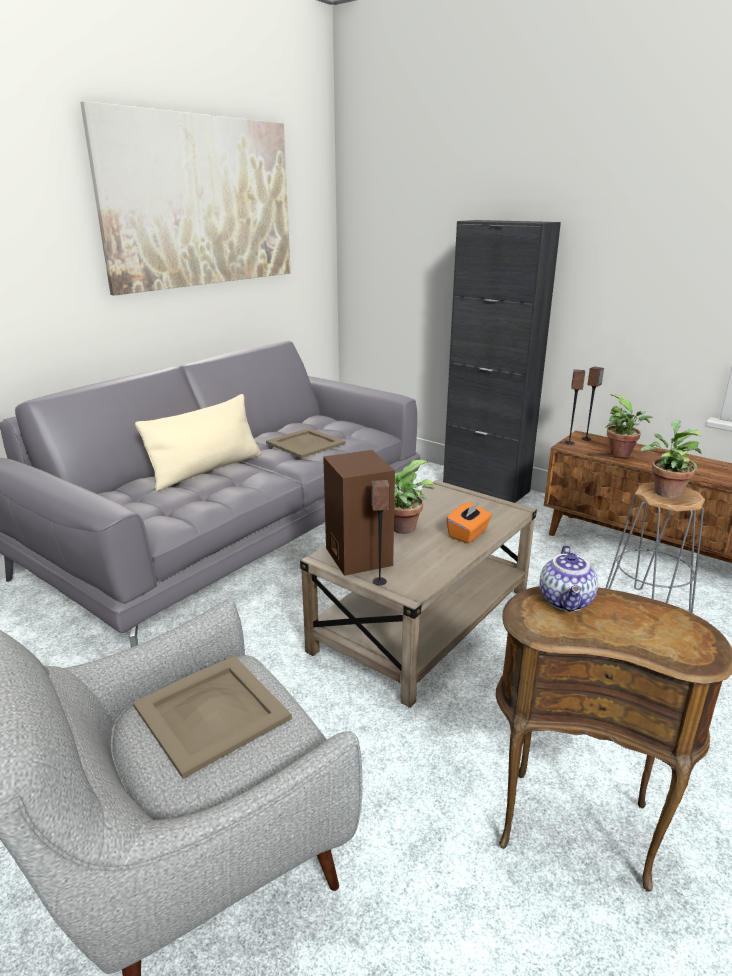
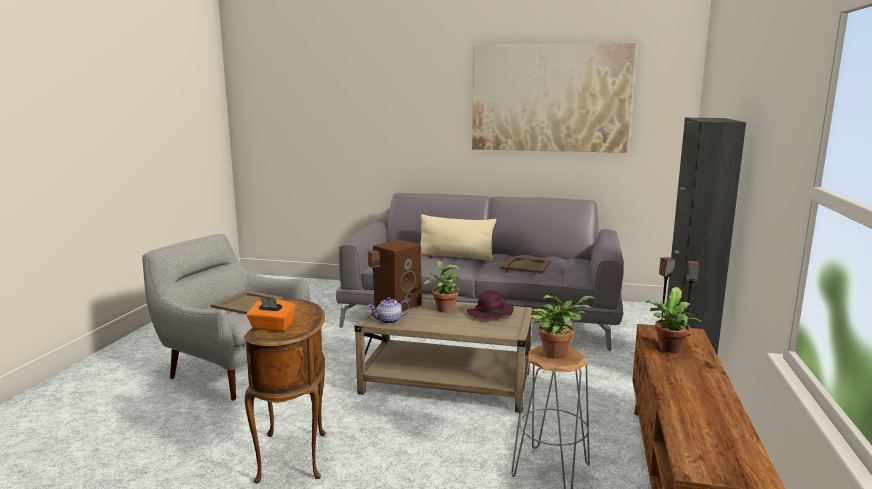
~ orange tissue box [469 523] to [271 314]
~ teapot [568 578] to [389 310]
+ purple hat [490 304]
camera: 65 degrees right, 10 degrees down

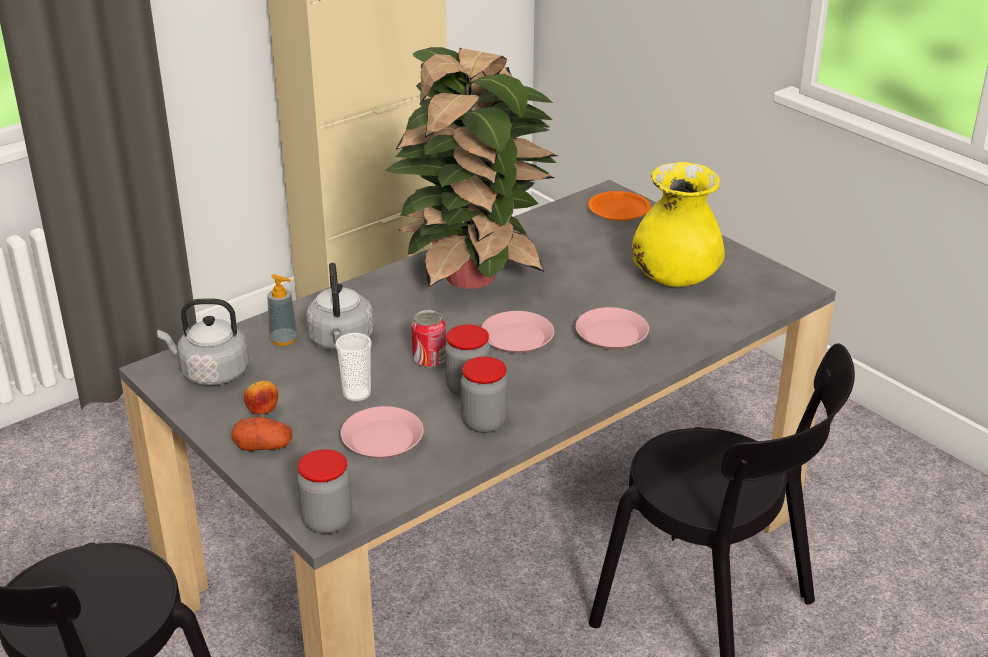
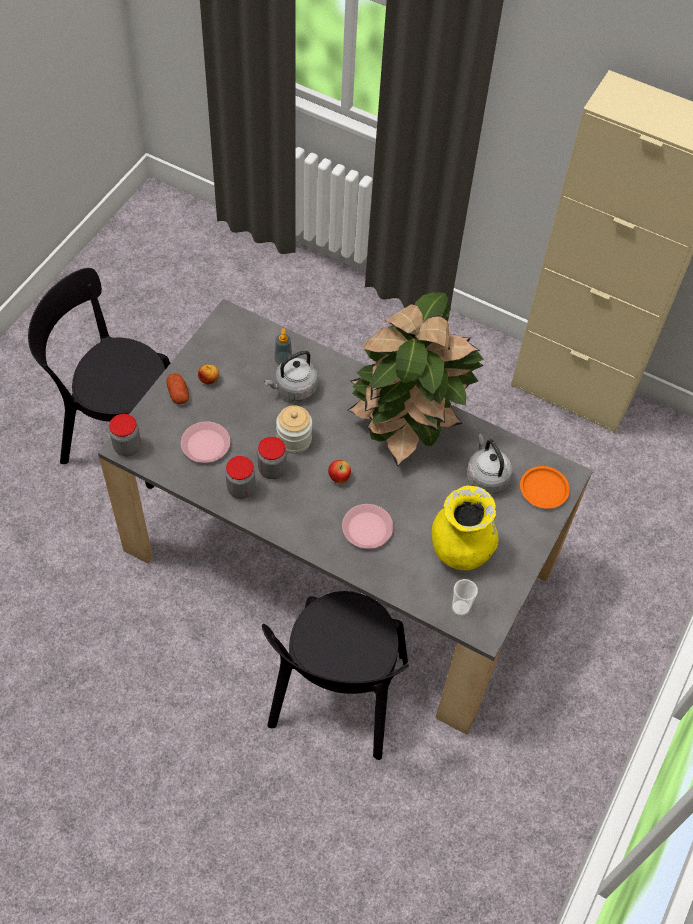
~ grey kettle [203 342] to [489 464]
~ can [428 339] to jar [294 429]
~ pink plate [517 332] to apple [339 472]
~ cup [353 367] to [465 597]
camera: 65 degrees right, 25 degrees up

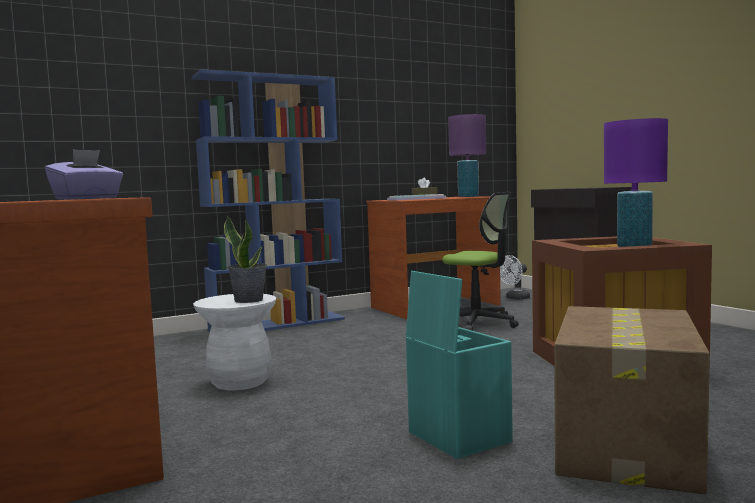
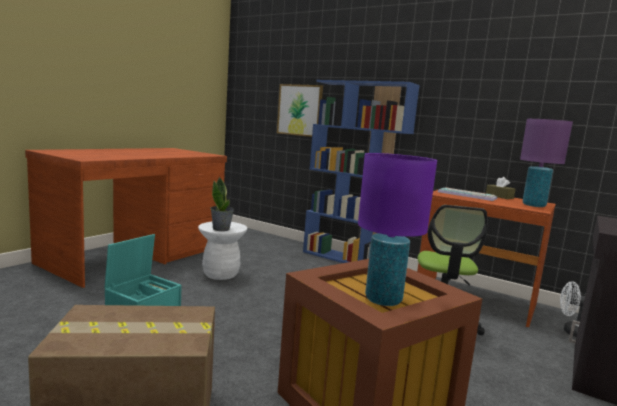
- purple tissue box [84 174]
+ picture [300 110]
camera: 60 degrees right, 5 degrees up

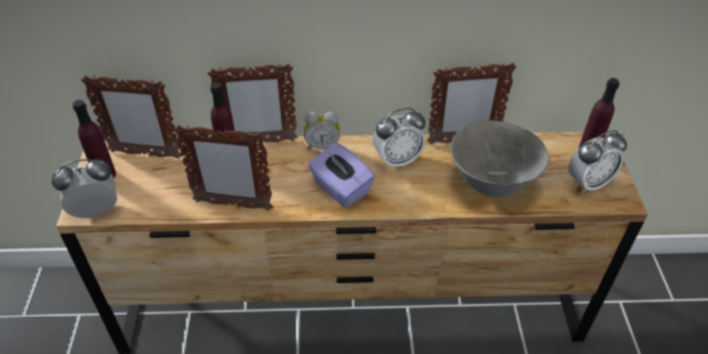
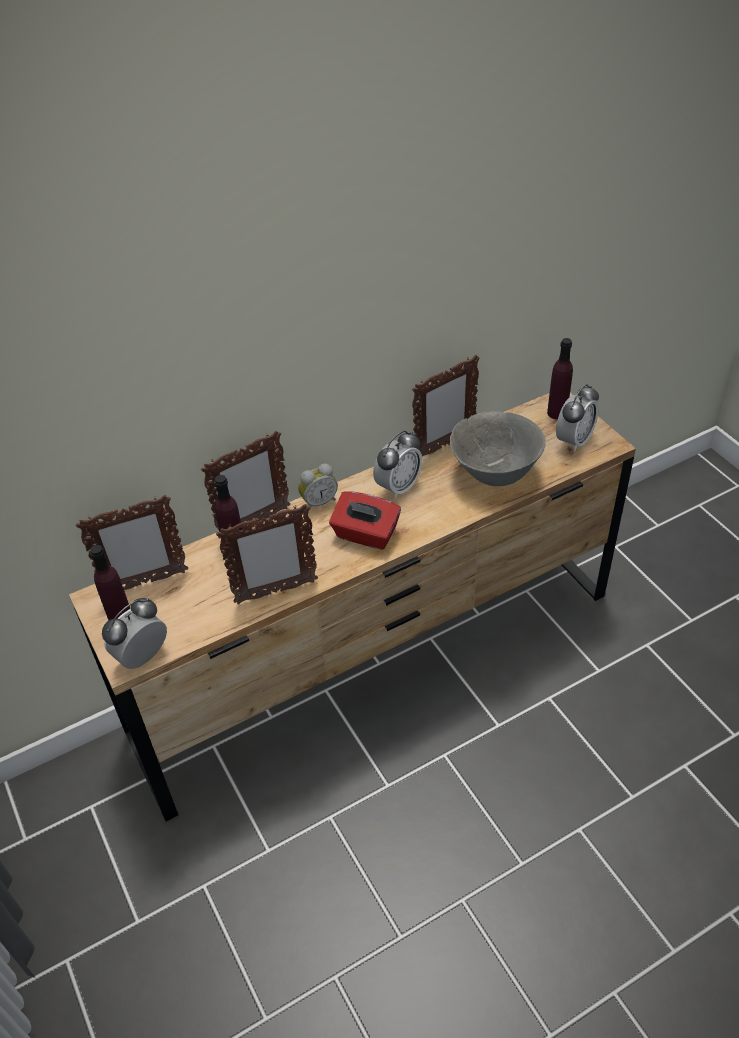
~ purple tissue box [341 175] to red tissue box [365 520]
camera: 25 degrees left, 0 degrees up

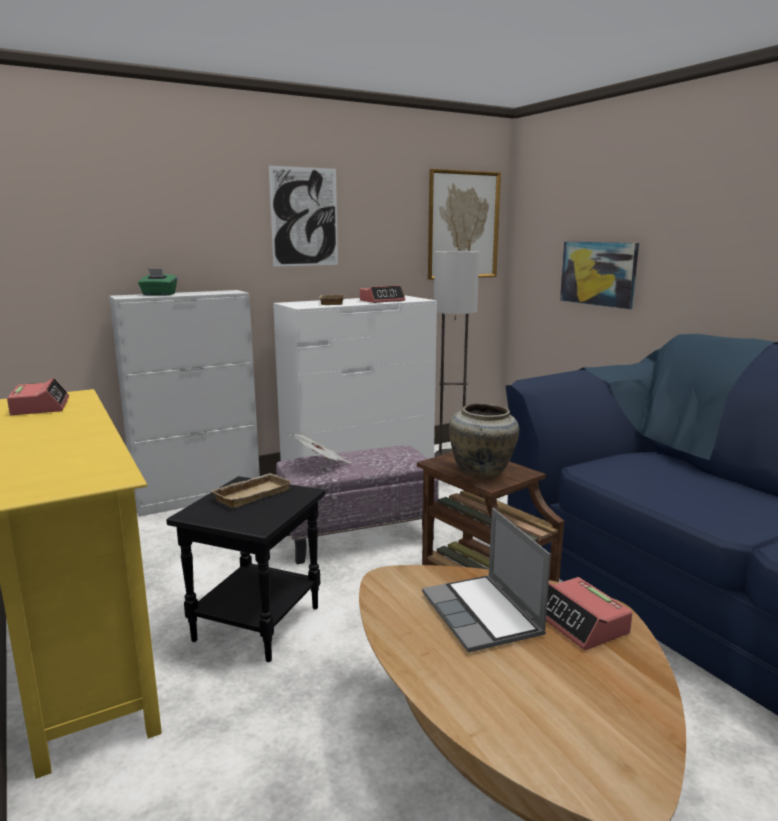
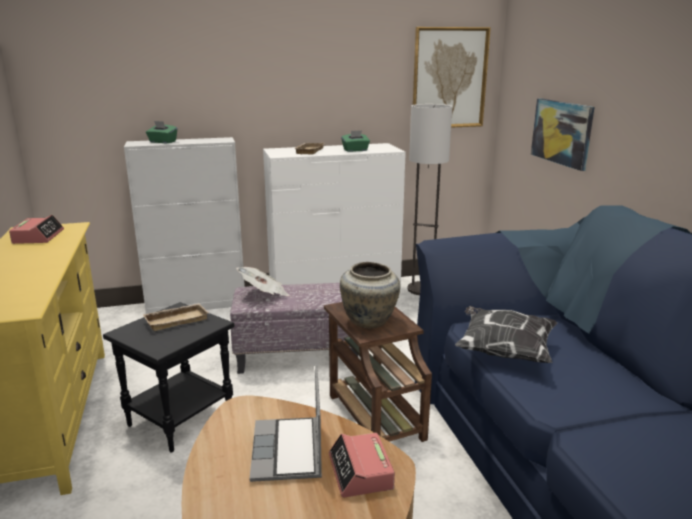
- picture [303 216]
~ alarm clock [382 294] to green tissue box [355 141]
+ pillow [506 334]
camera: 15 degrees right, 5 degrees up

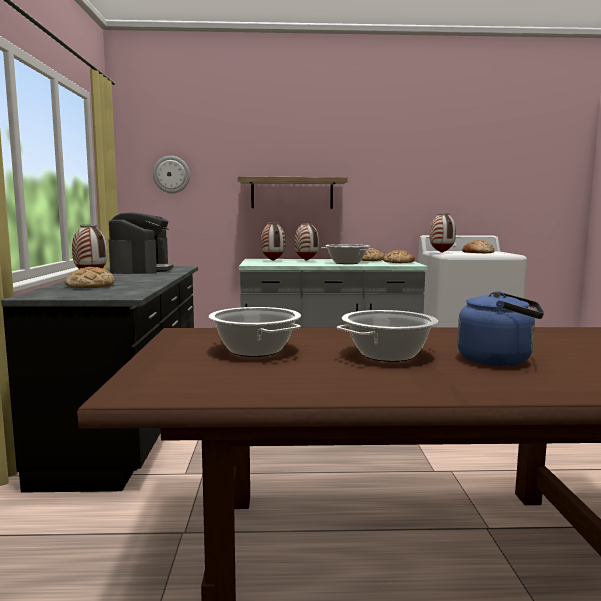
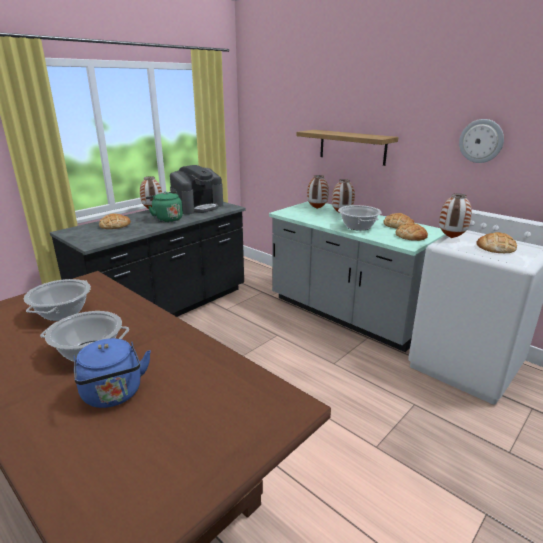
~ wall clock [171 174] to [481 141]
+ green kettle [164 207]
camera: 45 degrees right, 15 degrees up

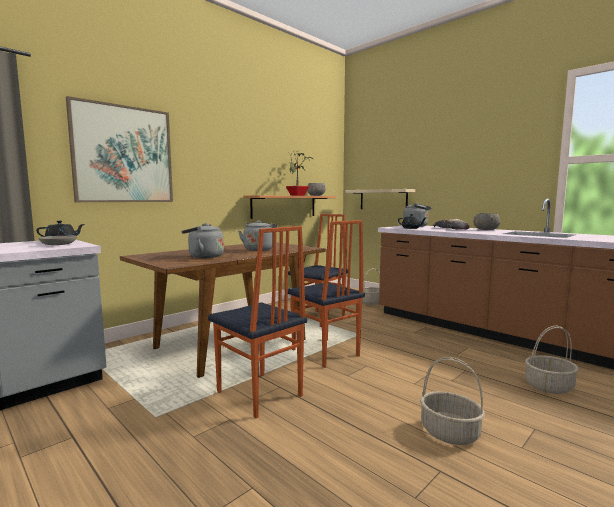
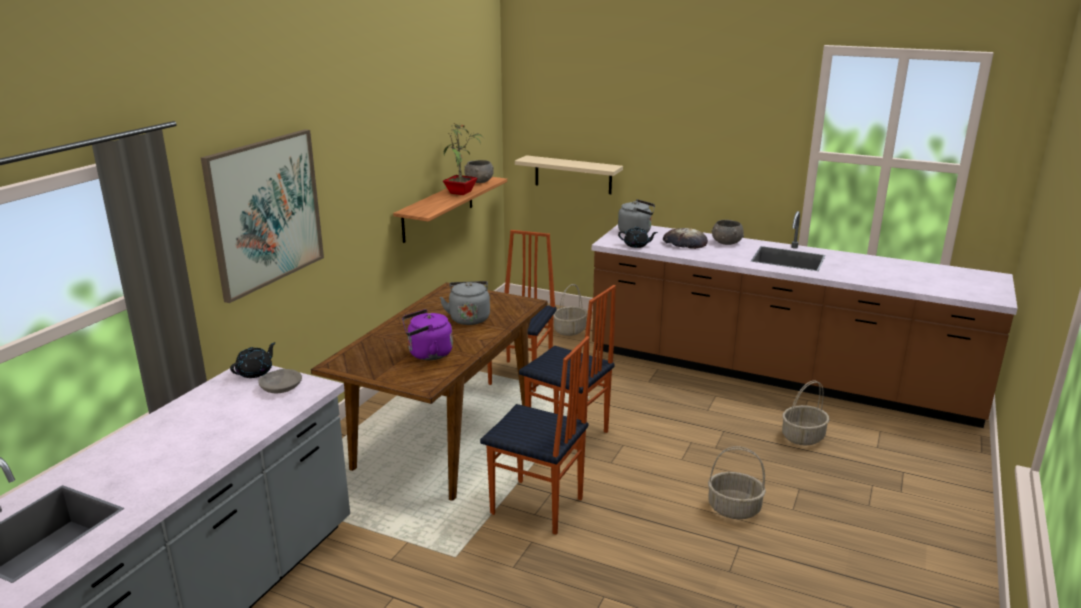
~ grey kettle [203 240] to purple kettle [427 334]
camera: 20 degrees left, 15 degrees up

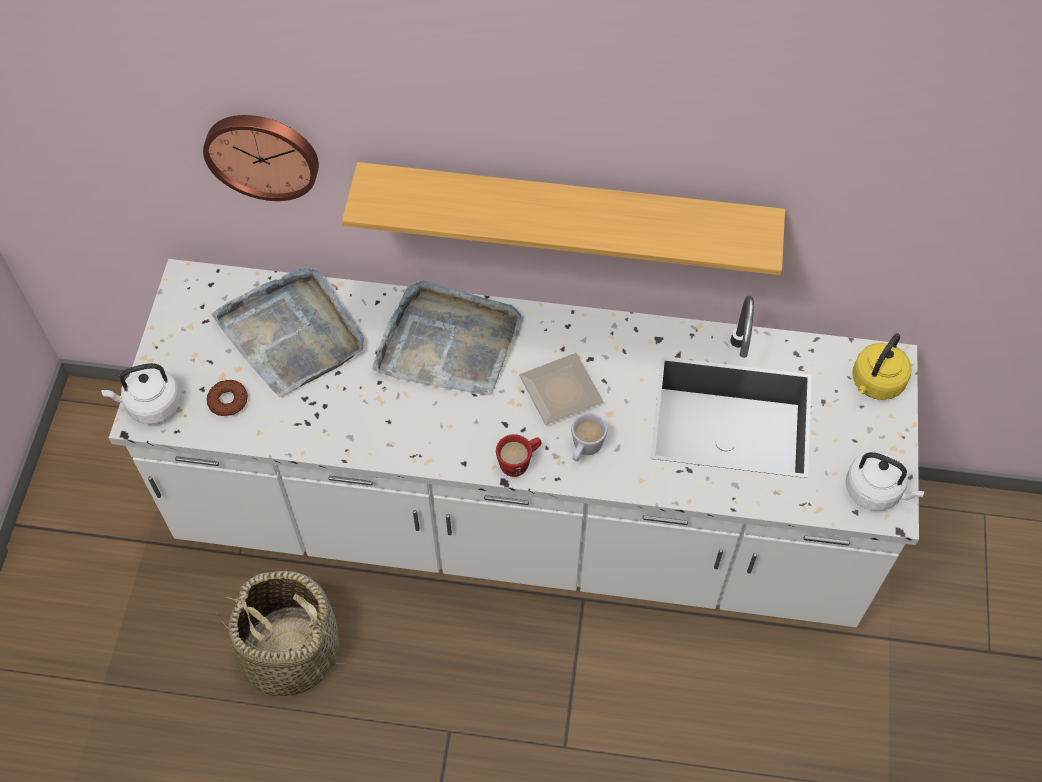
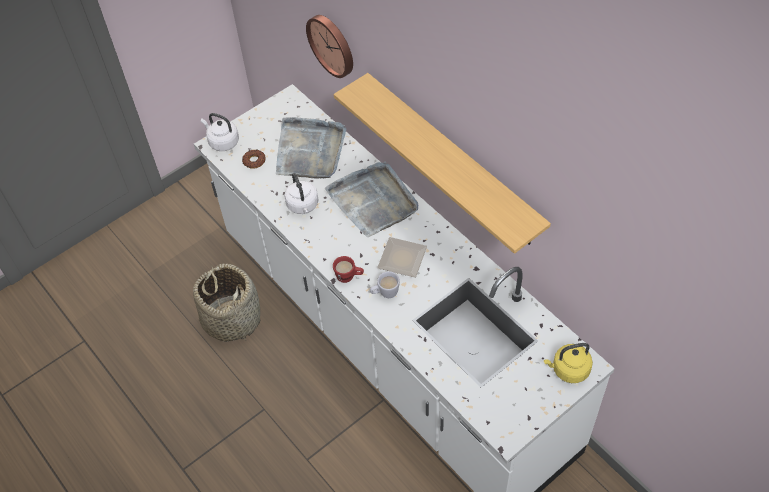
~ white kettle [884 481] to [301 193]
camera: 45 degrees right, 5 degrees down

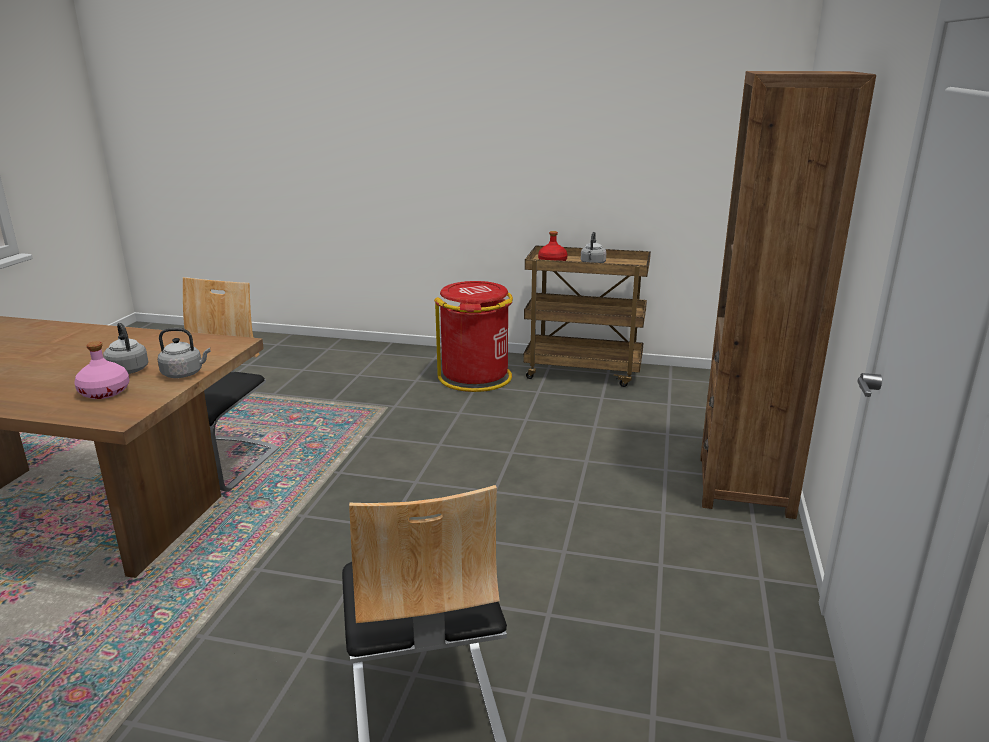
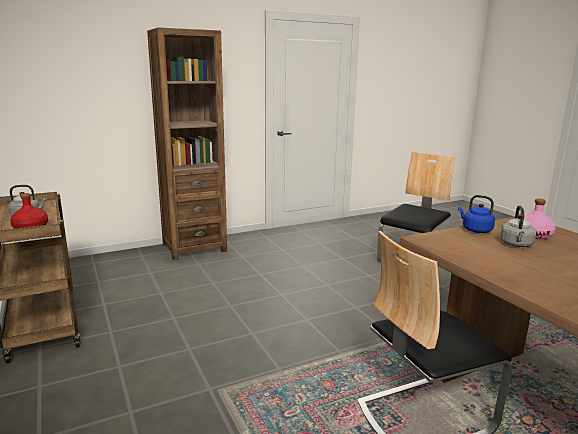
- red trash can [473 336]
~ grey kettle [184 353] to blue kettle [476 214]
camera: 130 degrees left, 5 degrees down

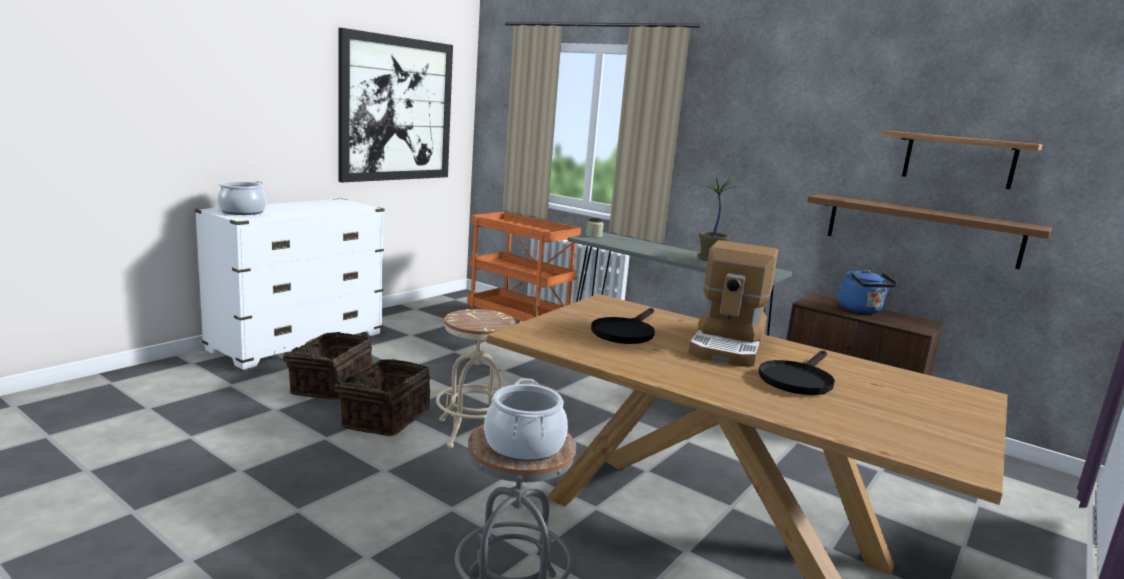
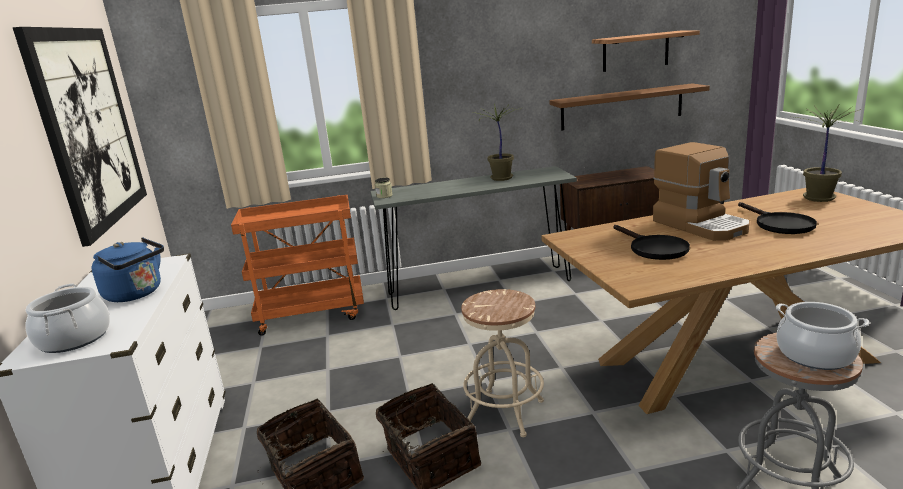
~ blue kettle [868 291] to [128 269]
+ potted plant [828 153]
camera: 45 degrees left, 5 degrees up

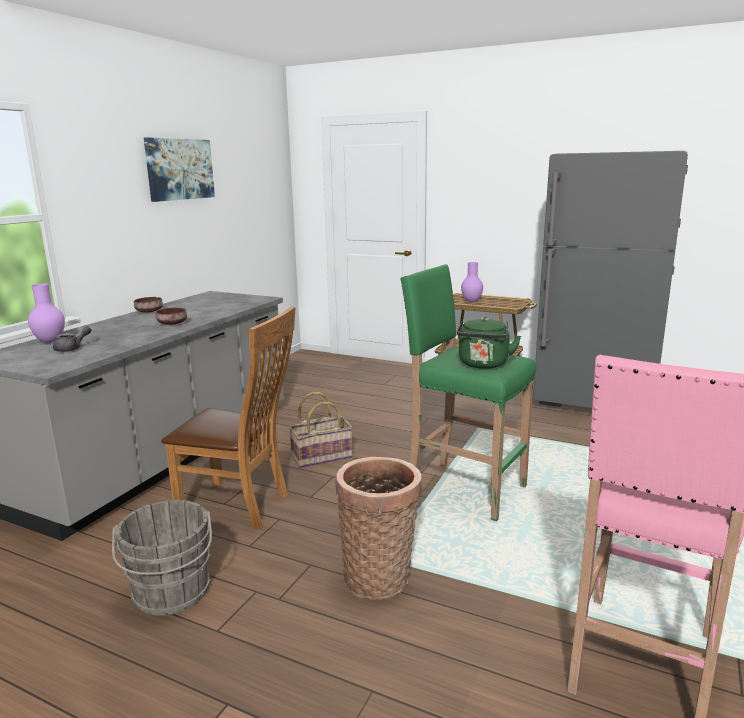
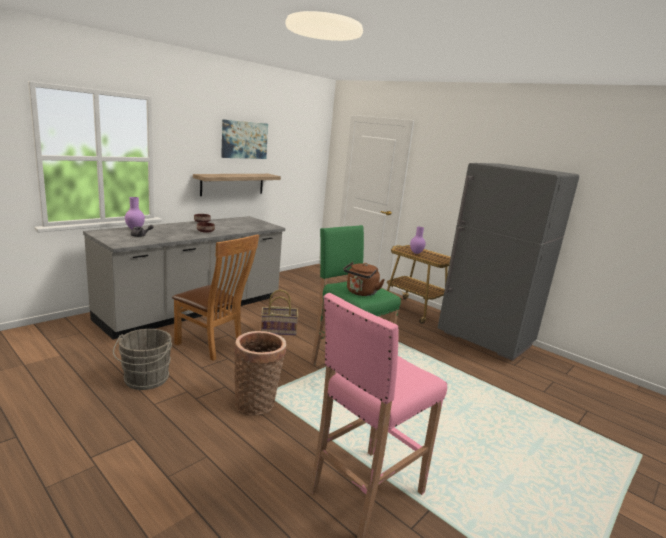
~ green kettle [489 343] to brown kettle [364 279]
+ shelf [237 185]
camera: 15 degrees right, 0 degrees up

